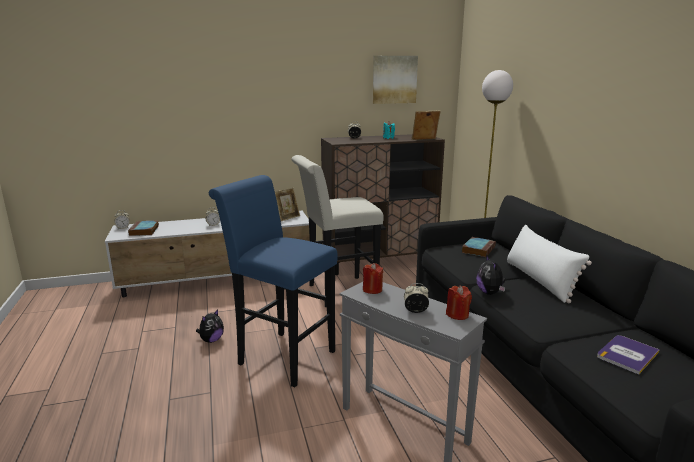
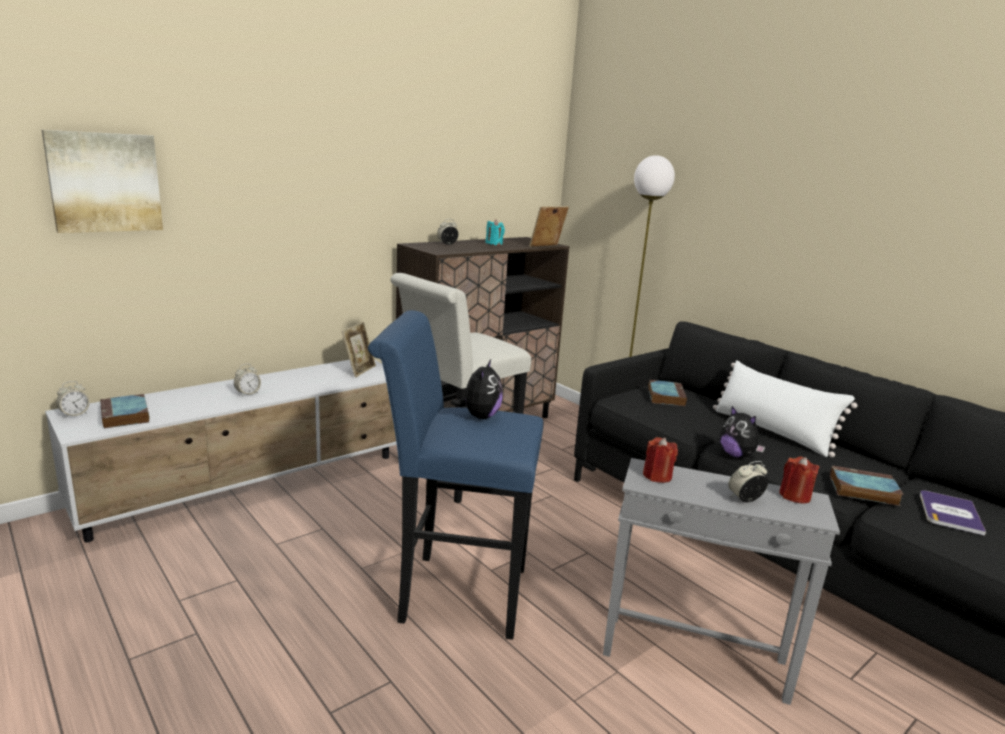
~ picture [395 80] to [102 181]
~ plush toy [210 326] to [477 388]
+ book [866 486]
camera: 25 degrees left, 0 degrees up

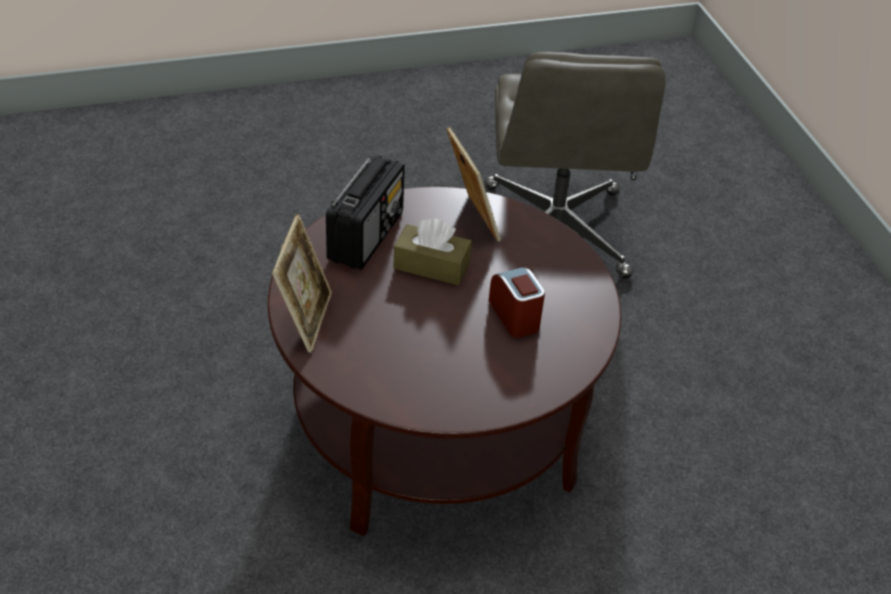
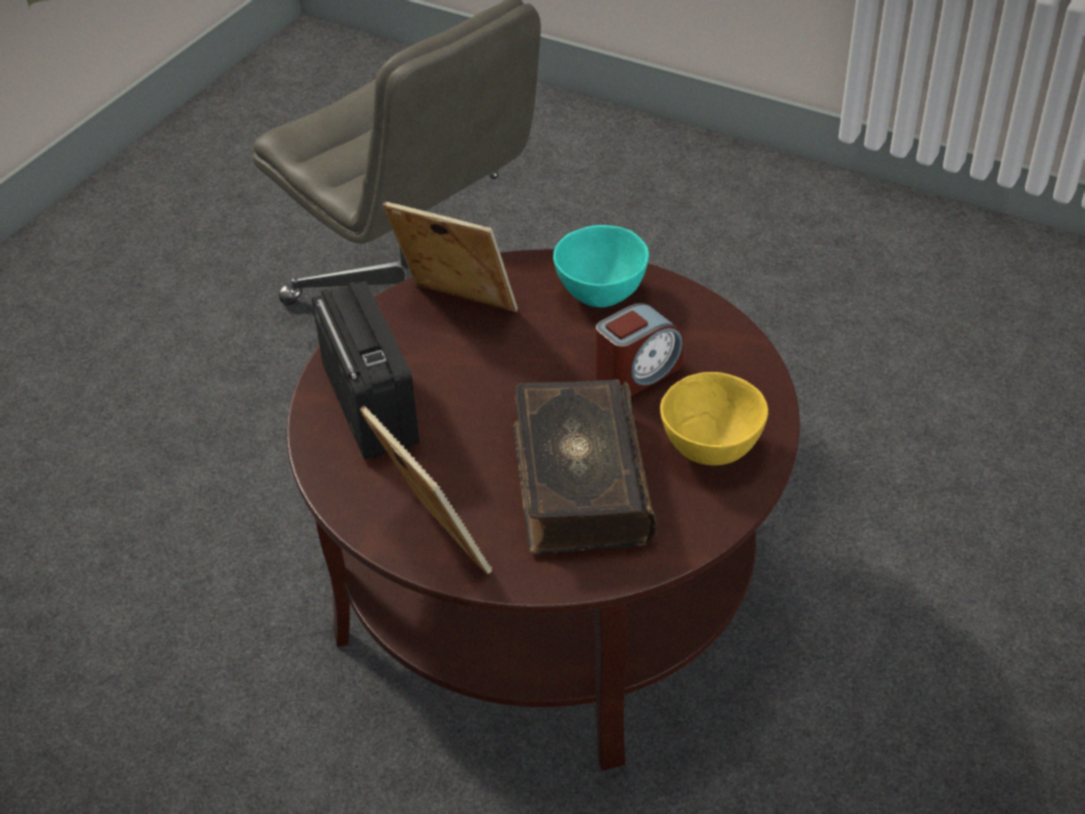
- brown tissue box [432 251]
~ alarm clock [517 302] = [639 349] 120 degrees clockwise
+ turquoise bowl [601 266]
+ yellow bowl [714 419]
+ book [584 466]
camera: 40 degrees left, 0 degrees up

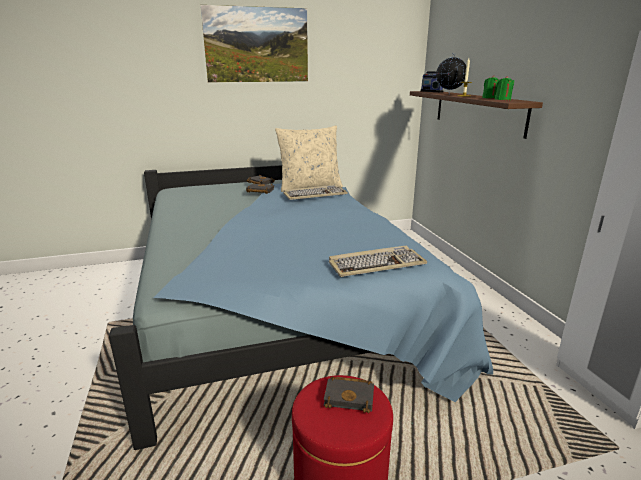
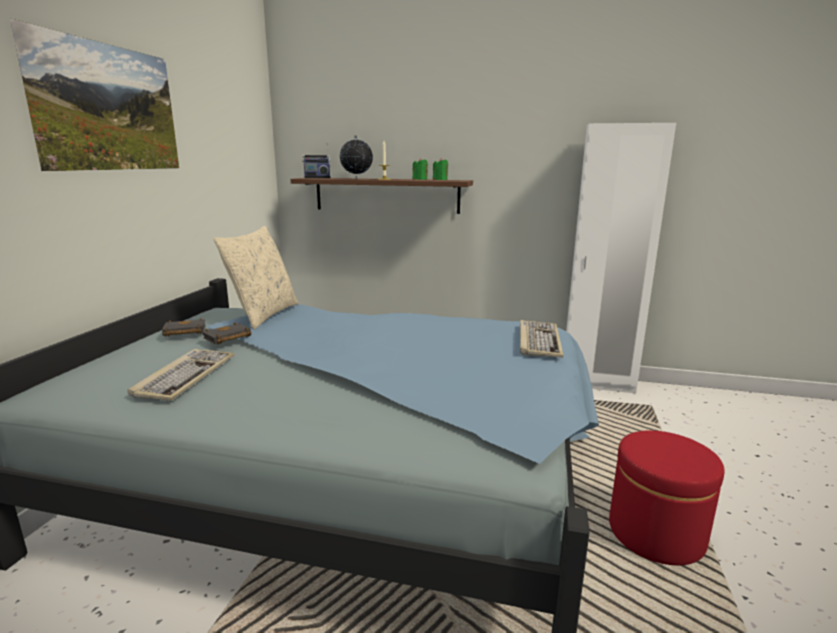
~ keyboard [315 192] to [181 375]
- black book [349 395]
camera: 60 degrees left, 5 degrees down

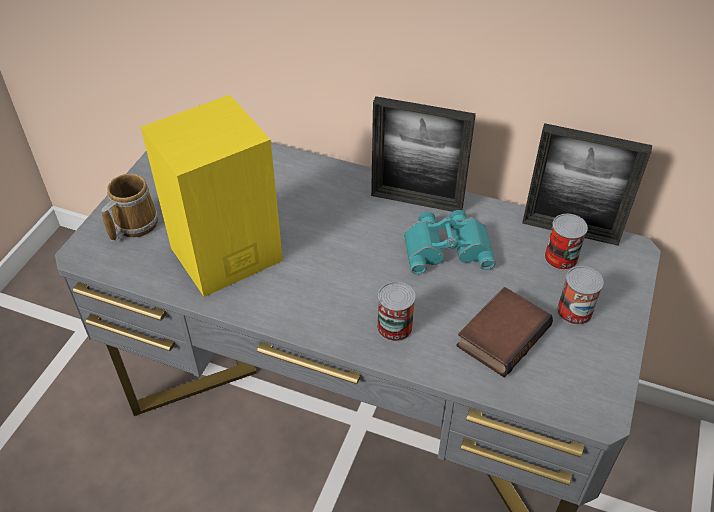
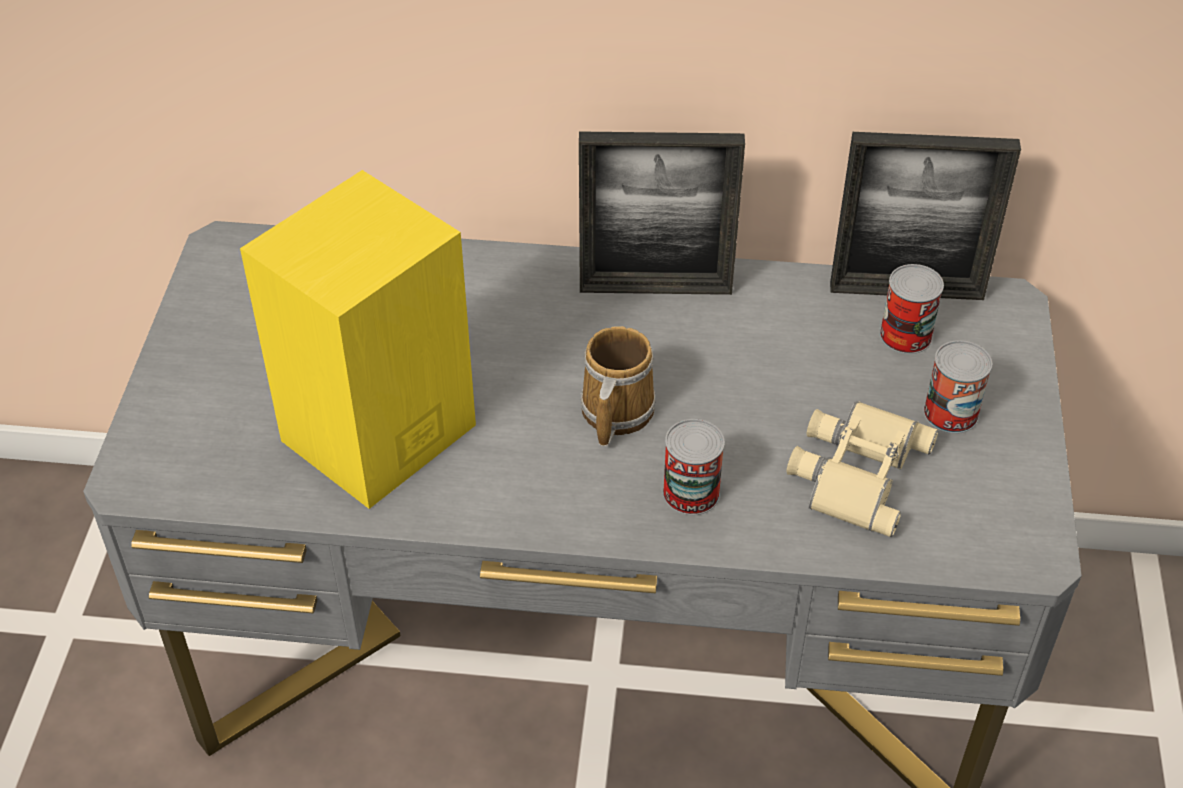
~ mug [130 207] to [618 386]
- turquoise binoculars [449 242]
~ book [504 332] to beige binoculars [862 469]
camera: 15 degrees left, 0 degrees up

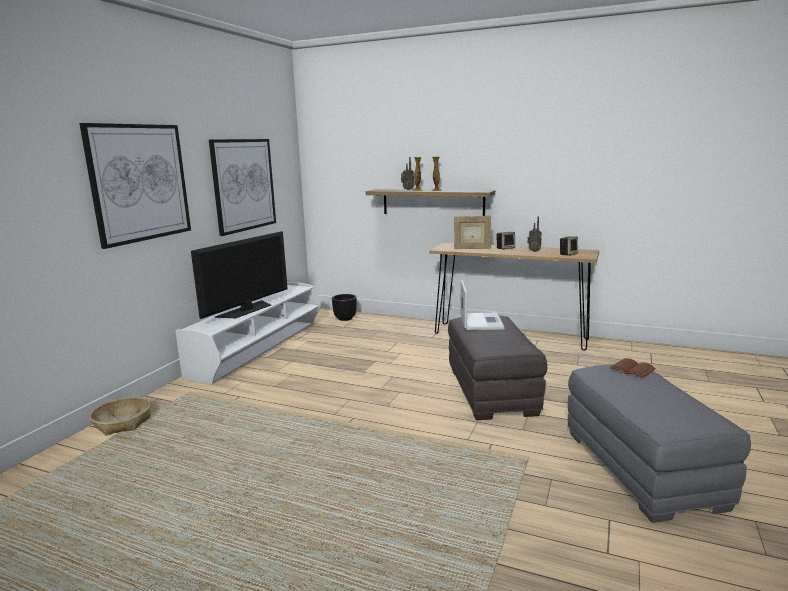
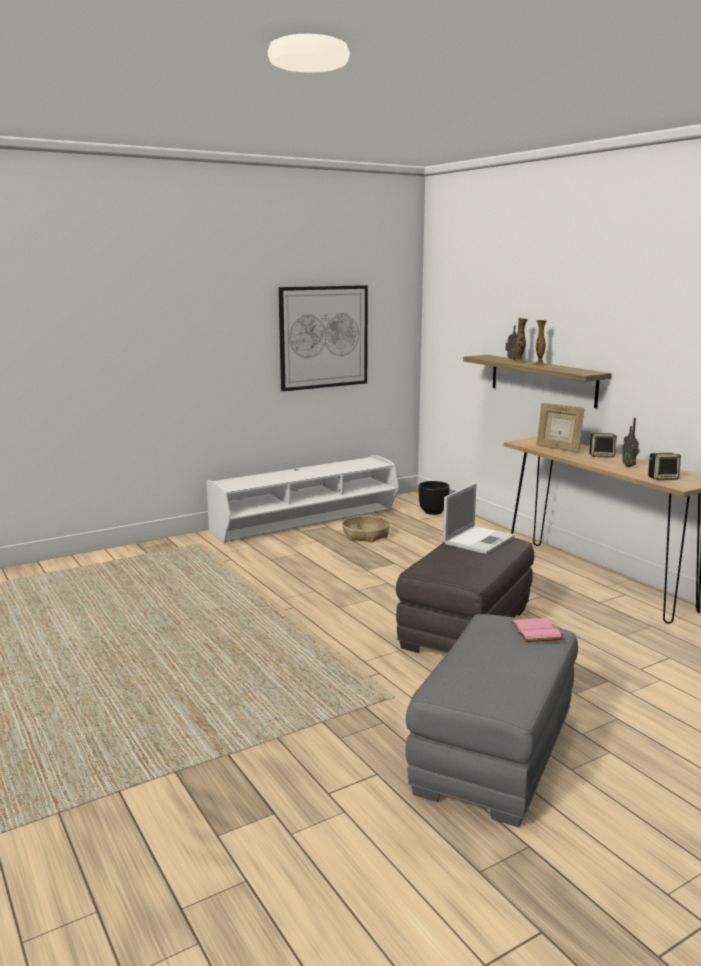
- picture [135 186]
- television [239 275]
~ brown book [633 368] to pink book [537 630]
~ basket [120 416] to [366 529]
camera: 35 degrees right, 0 degrees up

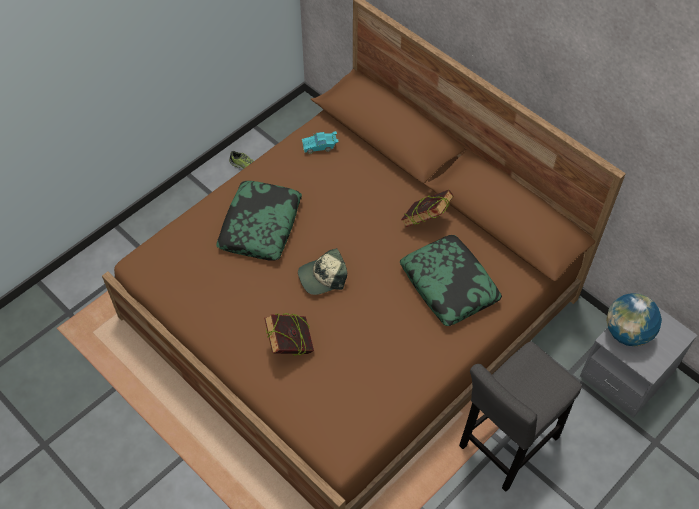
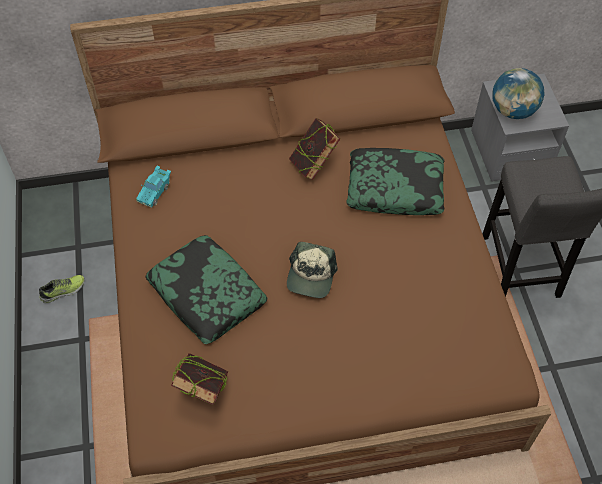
~ book [289 334] to [199 379]
camera: 55 degrees left, 0 degrees up

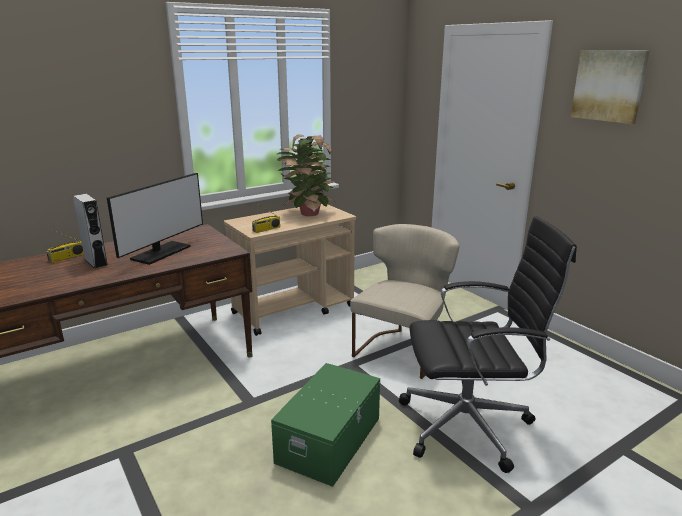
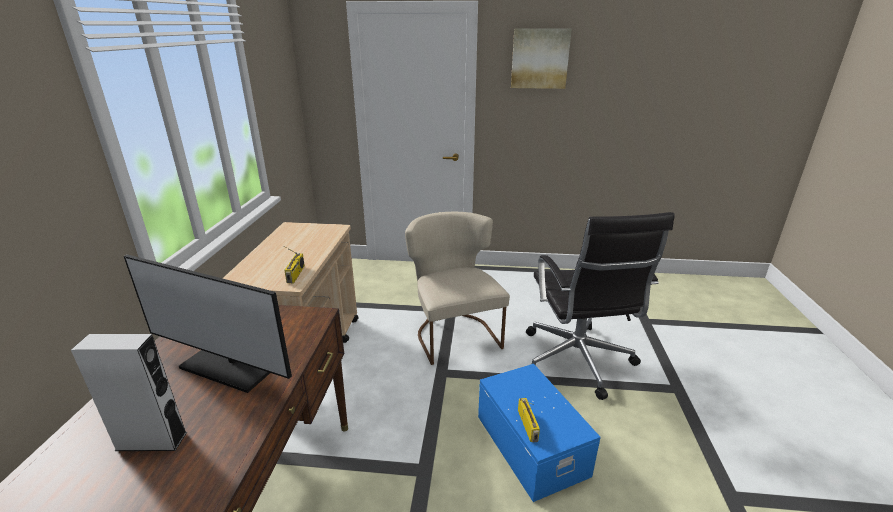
- potted plant [307 175]
~ monitor [155 219] = [208 323] 135 degrees clockwise
~ black office chair [488 344] = [600 306] 135 degrees clockwise
~ radio [65 246] to [529 420]
~ green storage box [325 425] to blue storage box [539 433]
camera: 50 degrees left, 5 degrees up

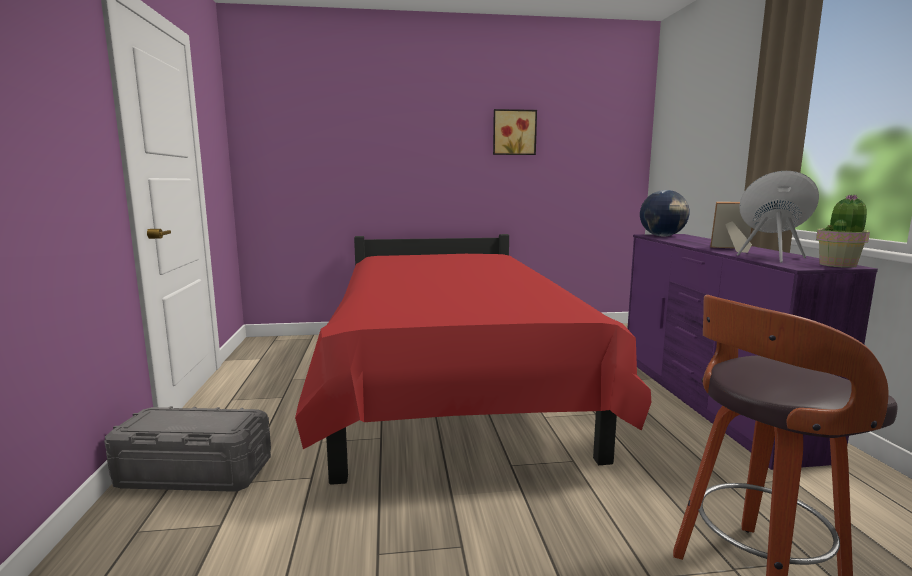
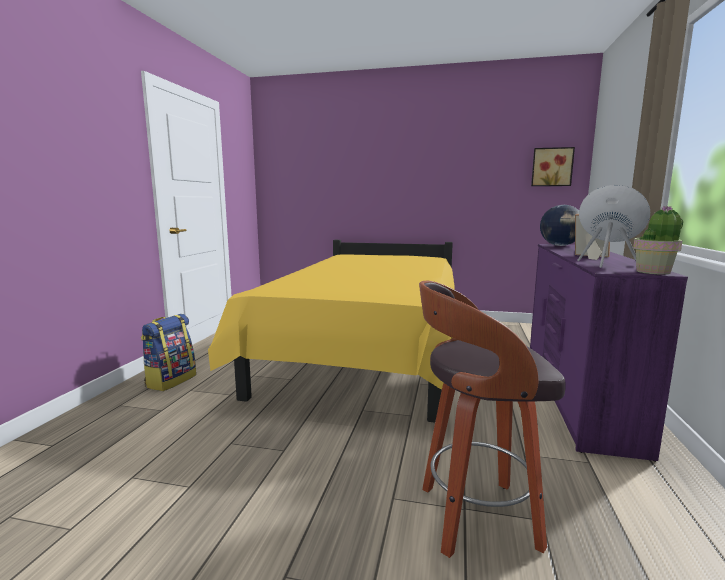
~ picture [515 132] to [553 166]
~ red bed [473 359] to yellow bed [331 331]
~ grey storage box [187 449] to backpack [168 352]
camera: 20 degrees right, 0 degrees up

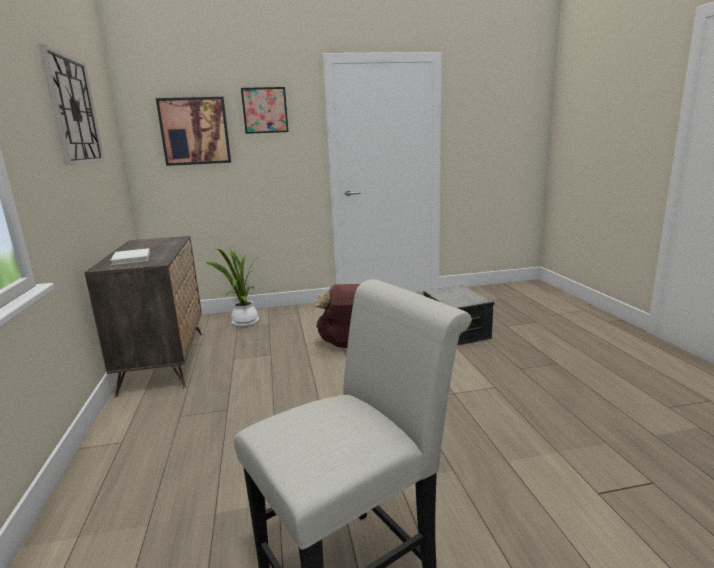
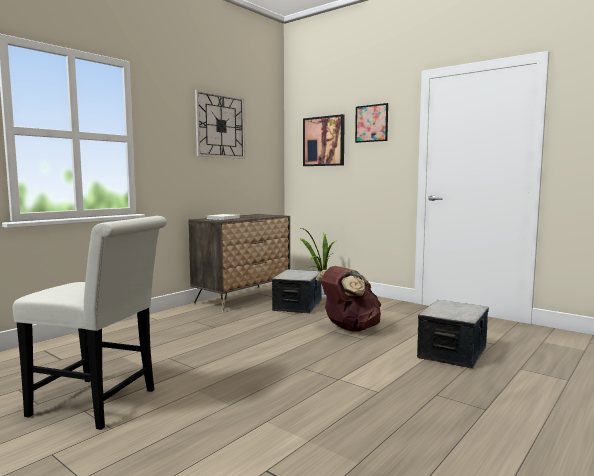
+ storage box [297 291]
camera: 50 degrees right, 10 degrees down

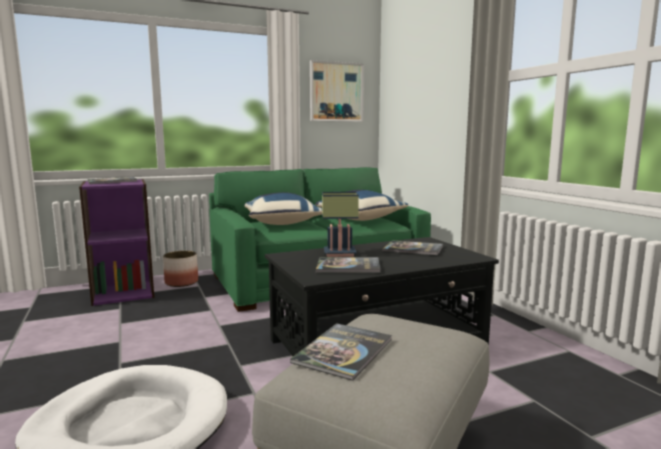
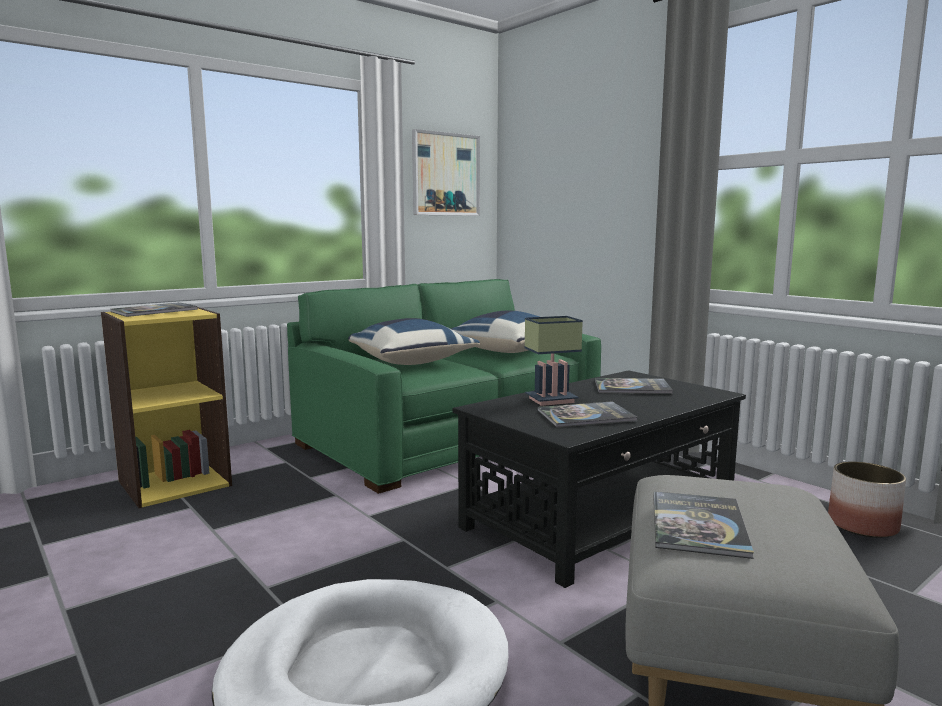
~ purple bookcase [116 242] to yellow bookcase [166 407]
~ planter [180 269] to [867 500]
camera: 15 degrees left, 0 degrees up

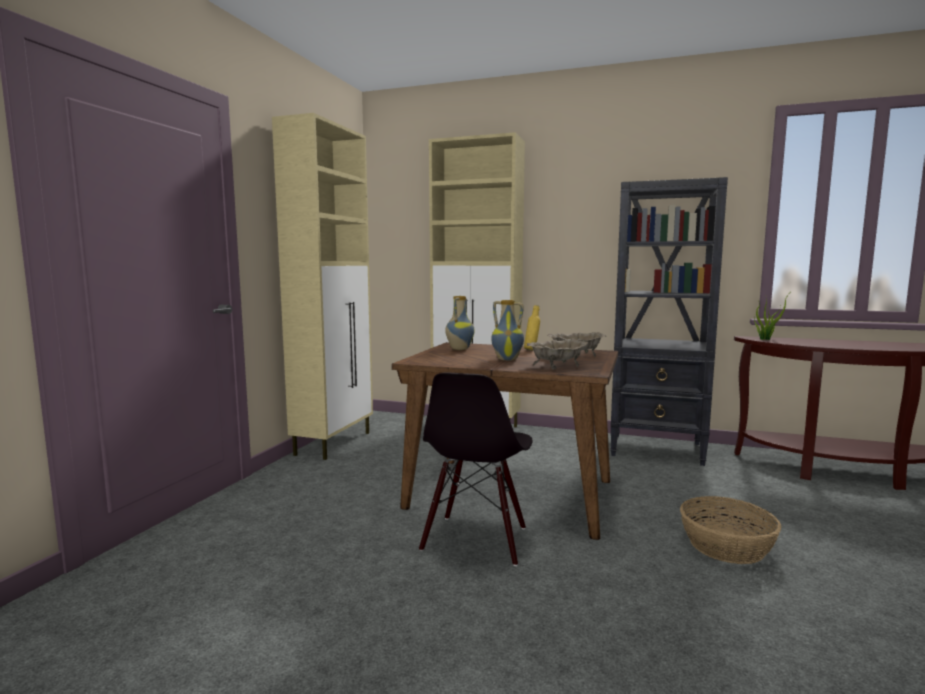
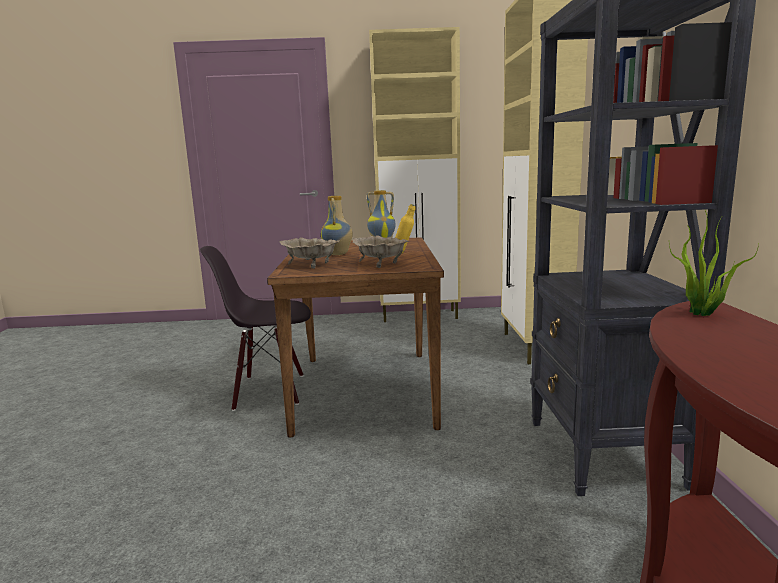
- basket [730 530]
camera: 70 degrees right, 5 degrees up

